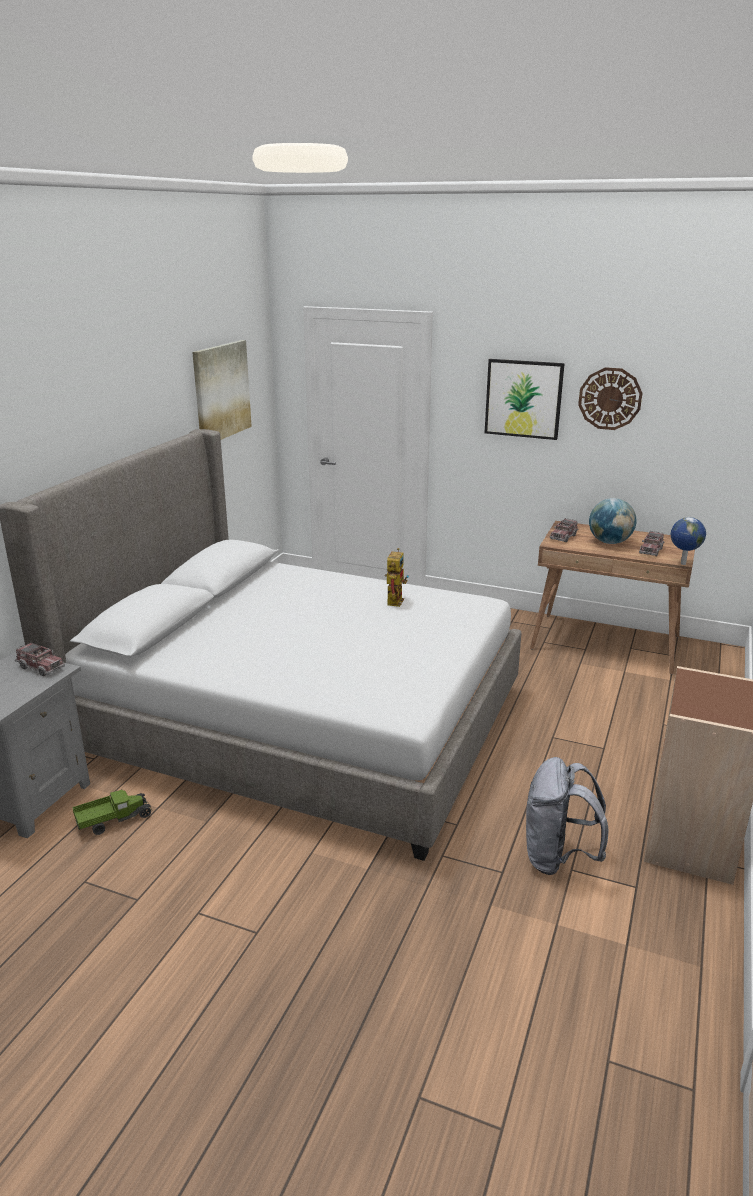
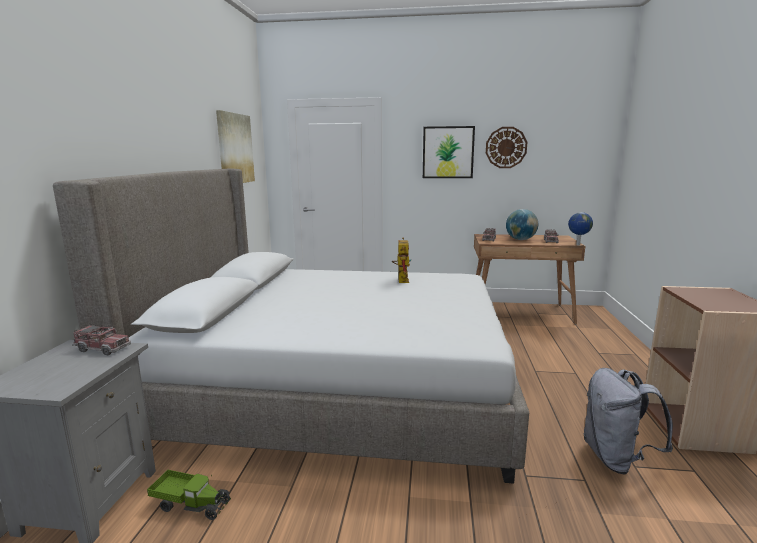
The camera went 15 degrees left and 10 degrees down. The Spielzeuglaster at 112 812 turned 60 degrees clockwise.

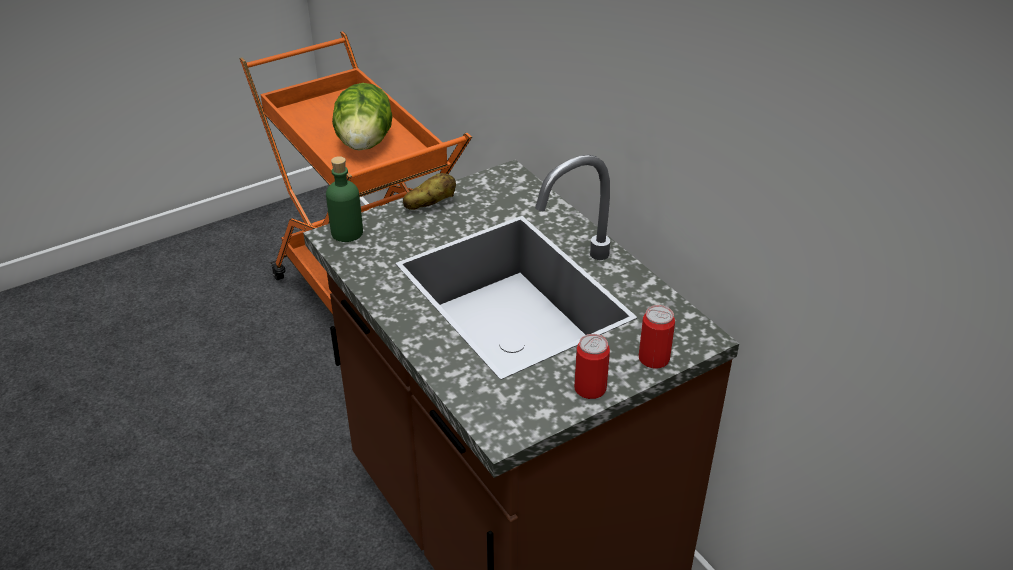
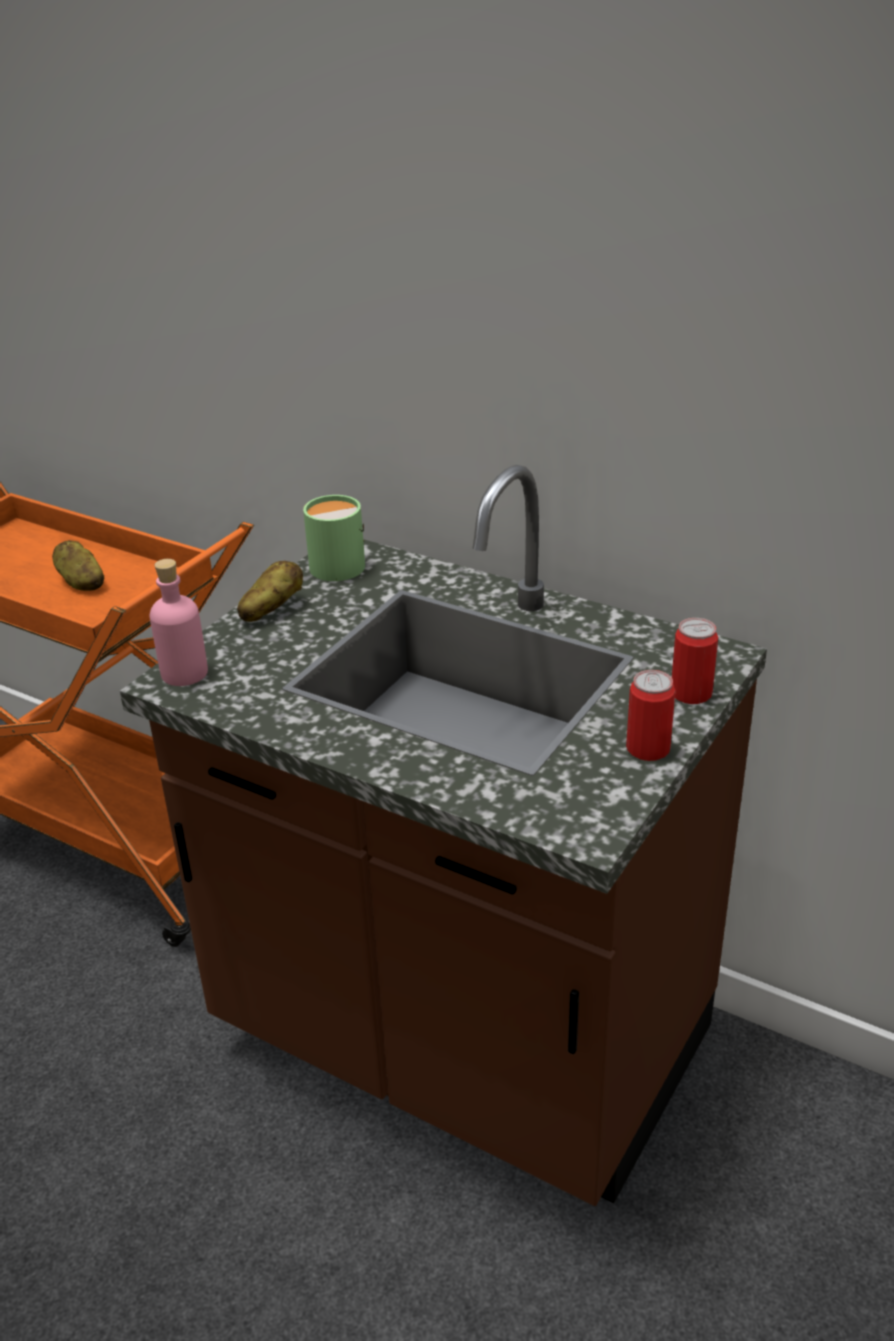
The camera went 25 degrees left and 5 degrees down. The Flasche/grün at 344 199 became the Flasche/rosa at 179 622. The Salatkopf at 362 117 was replaced by the Kartoffel at 78 565. The Henkelbecher/grün at 334 538 appeared.

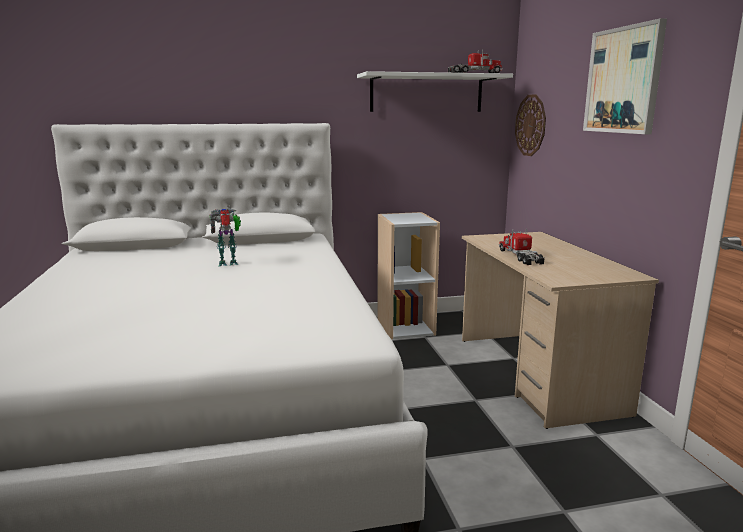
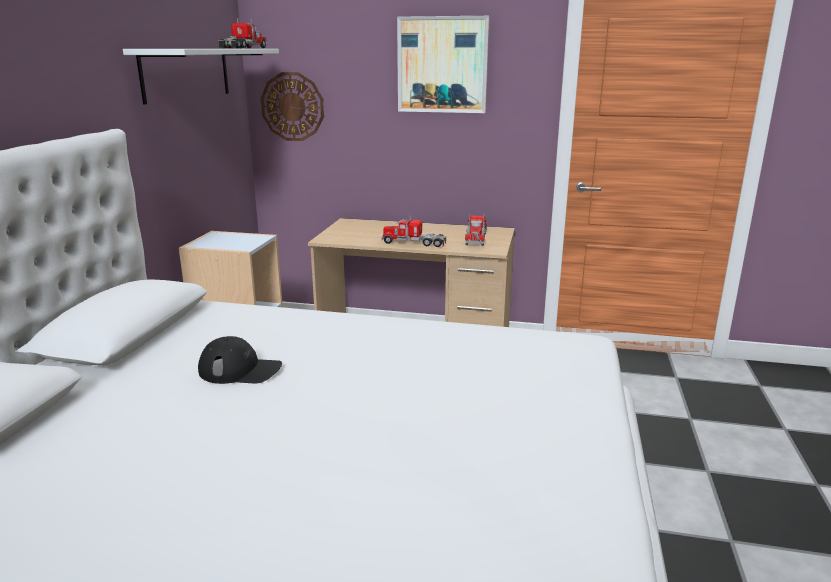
The camera went 65 degrees left and 5 degrees up. The Spielzeugroboter at 225 237 was replaced by the Kappe/schwarz at 240 360. The Spielzeuglaster at 476 230 appeared.

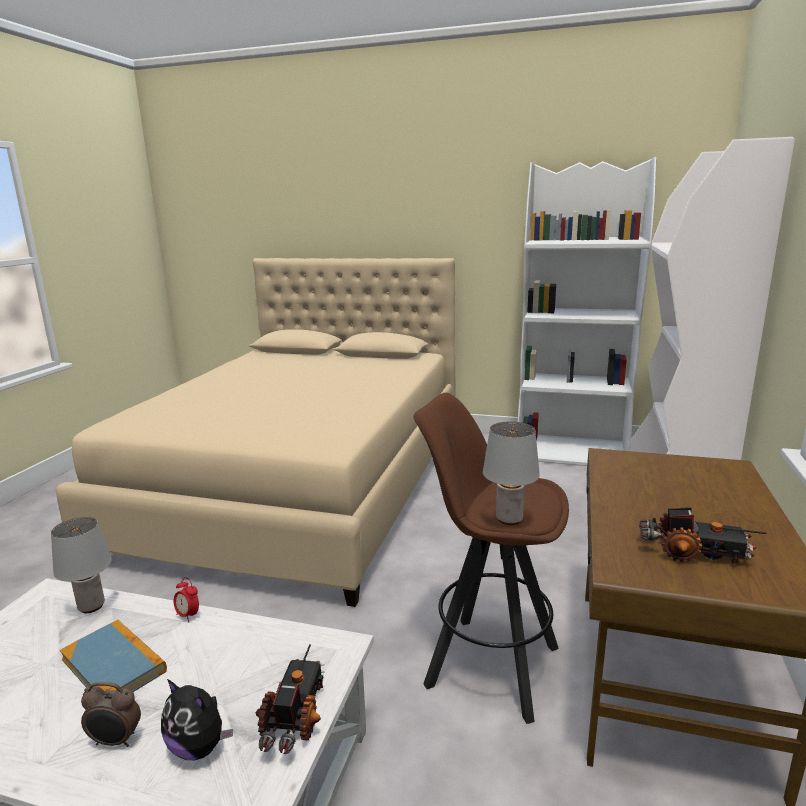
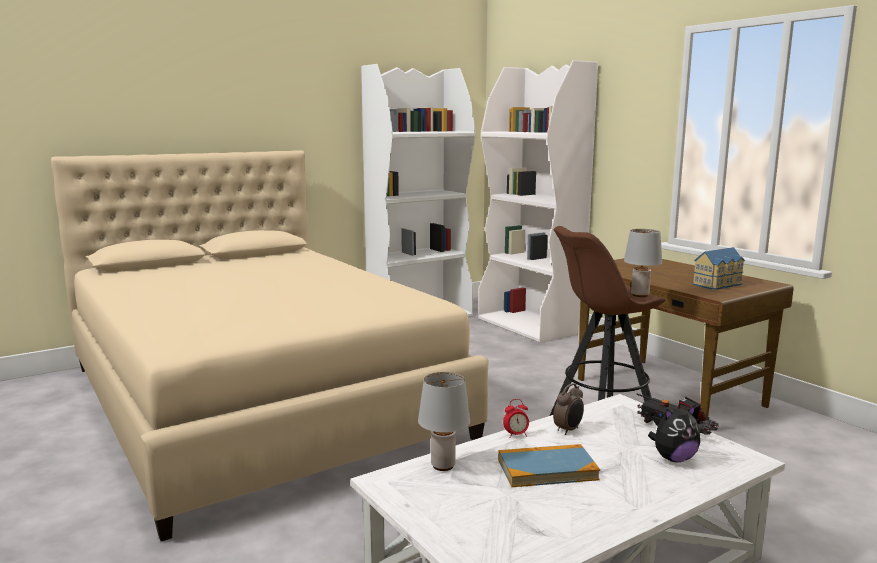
The camera went 50 degrees left and 5 degrees down. The Wecker moved from 111 714 to 568 409. The Spielzeuglaster at 702 535 was replaced by the Spielzeughaus at 718 268.

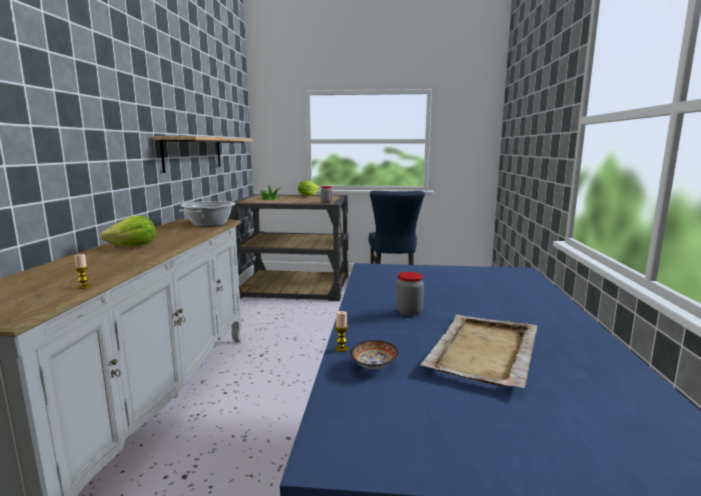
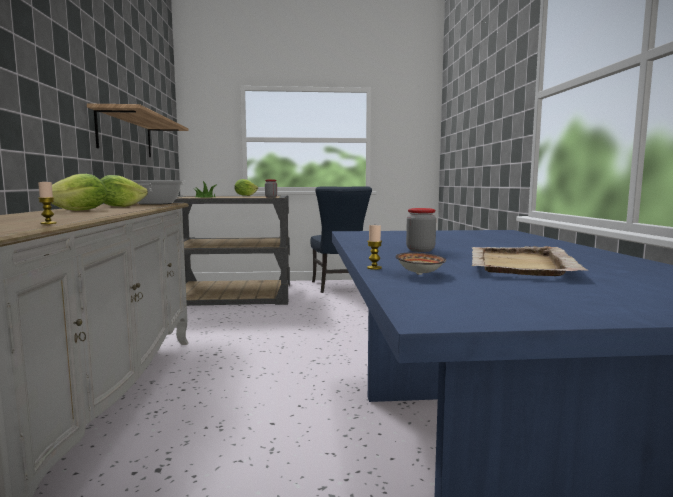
The camera went 10 degrees left and 5 degrees down. The Salatkopf at 124 191 appeared.

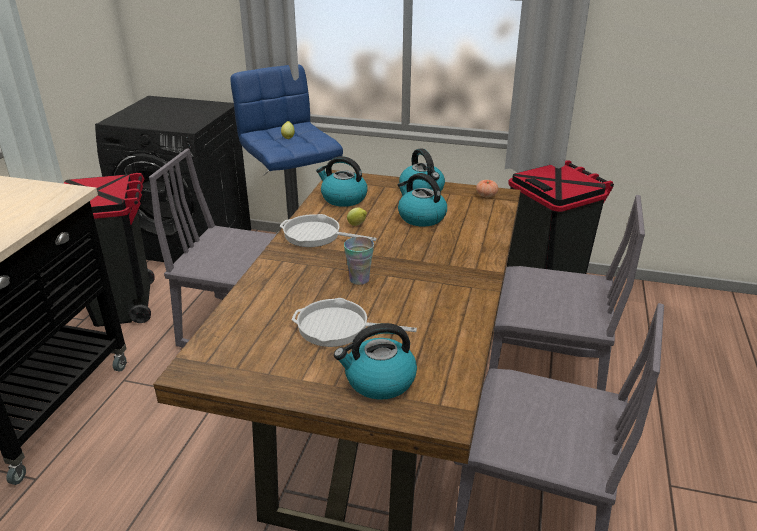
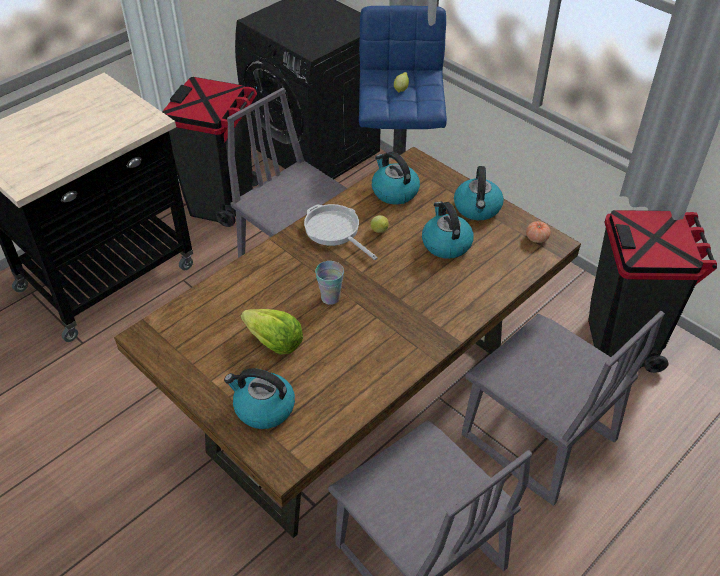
The camera went 30 degrees right and 15 degrees up. The Pfanne at 354 322 was replaced by the Salatkopf at 272 332.

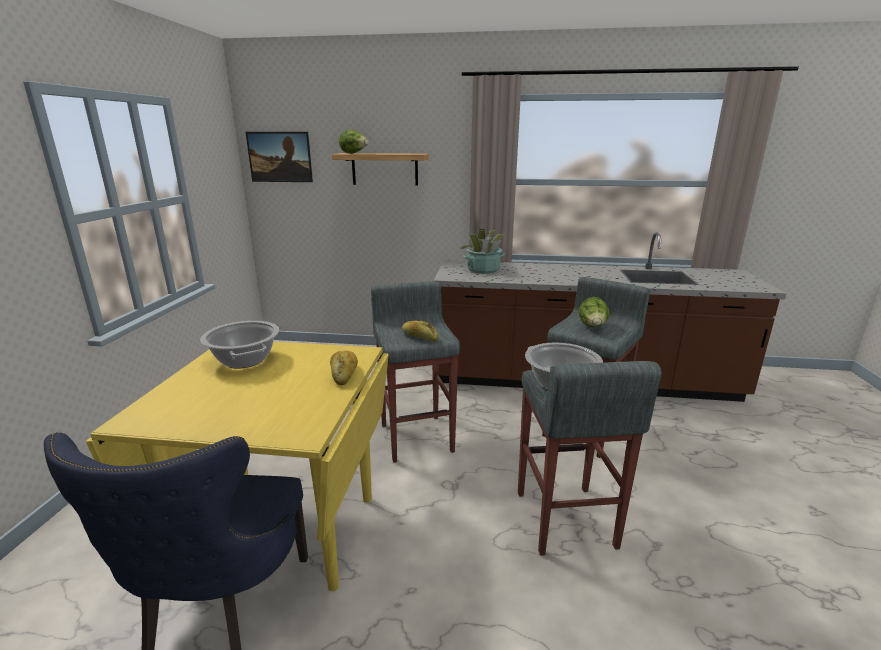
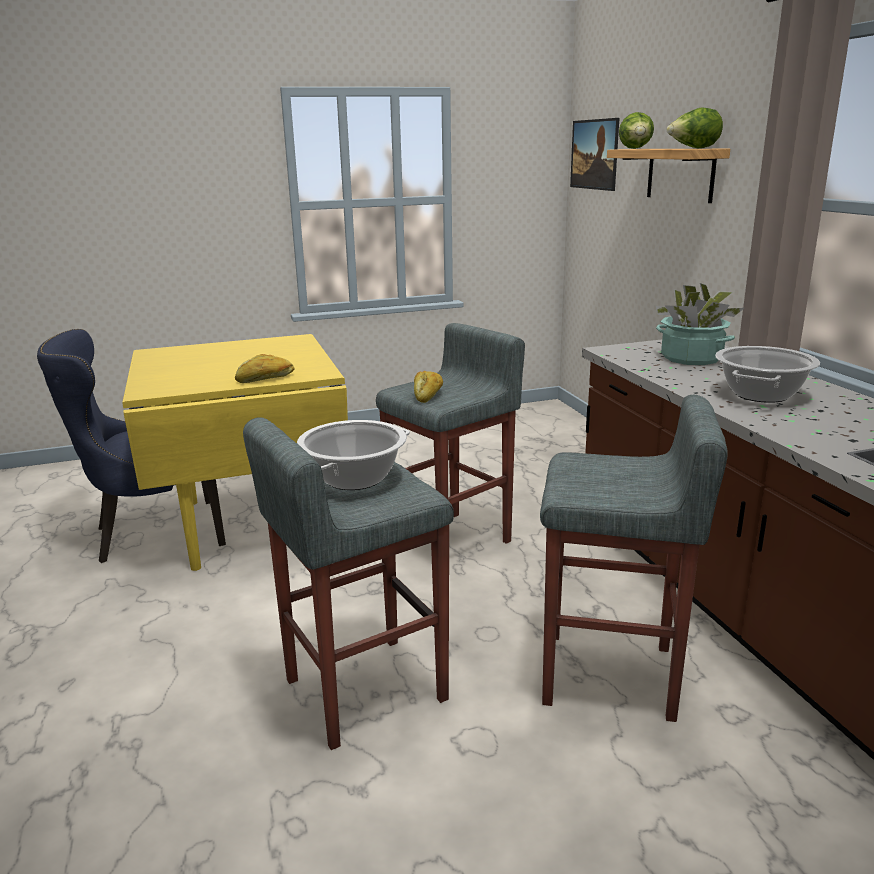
The camera went 65 degrees right and 0 degrees up. The Kochtopf moved from 239 345 to 767 374. The Salatkopf moved from 594 312 to 695 128.

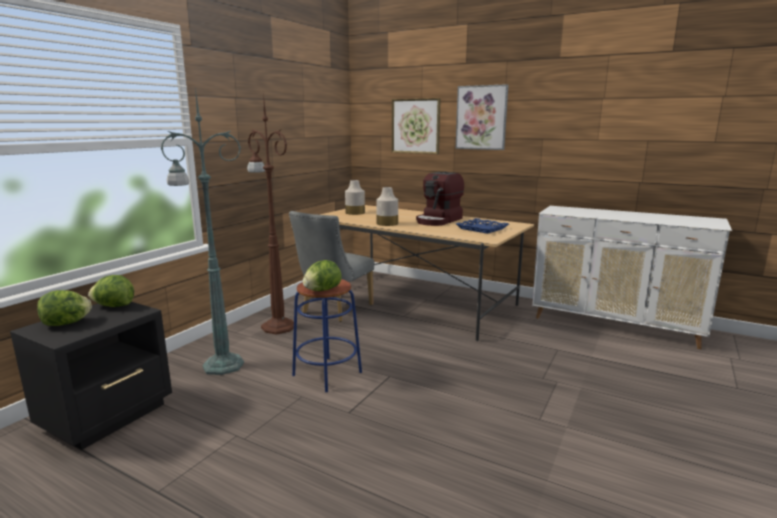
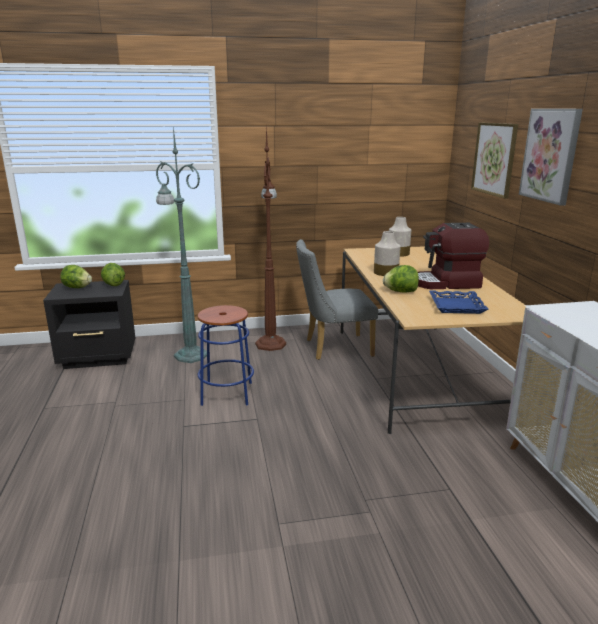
The camera went 50 degrees right and 5 degrees up. The Salatkopf moved from 322 275 to 401 278.

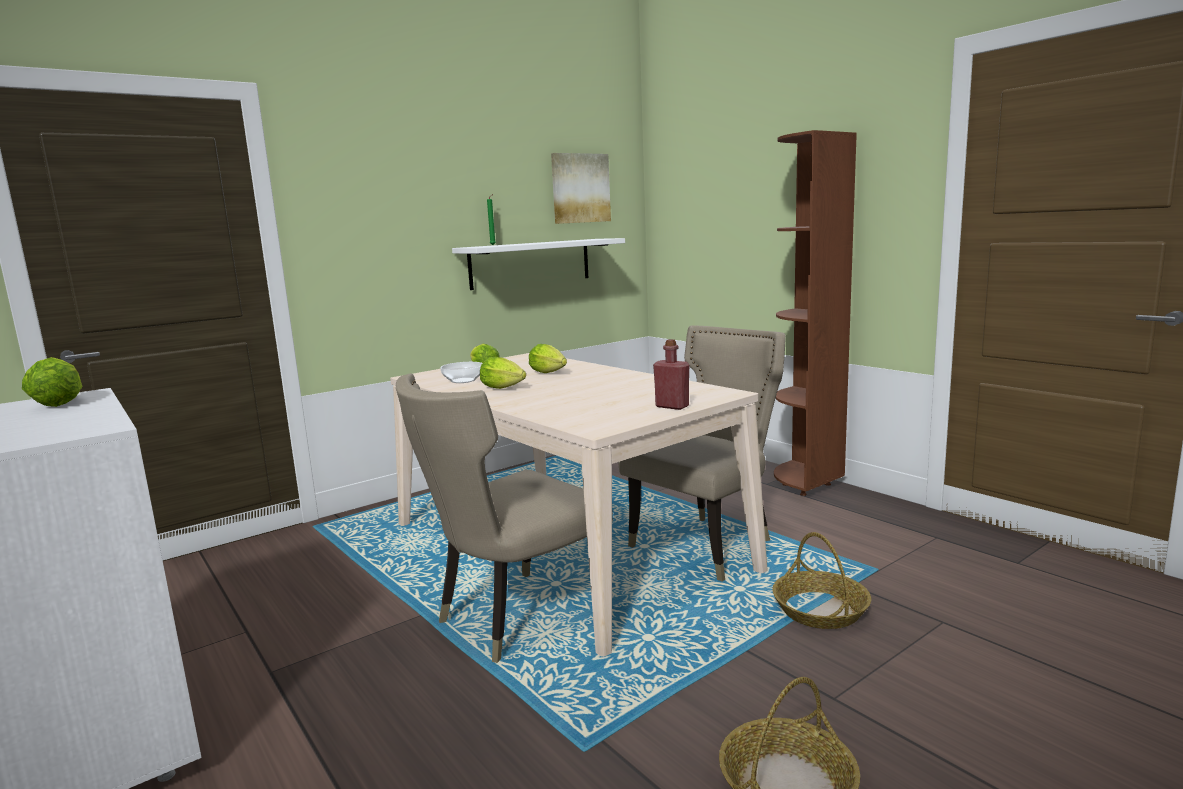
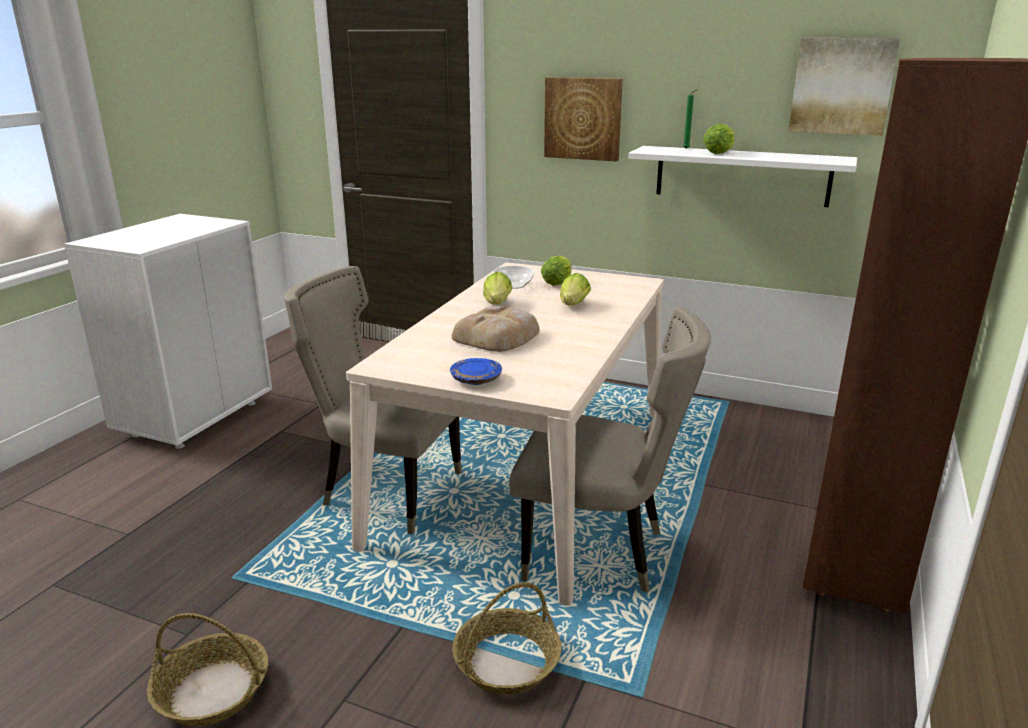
The camera went 60 degrees right and 10 degrees up. The Salatkopf moved from 52 382 to 718 139. The Flasche/rot at 671 374 was replaced by the Teller/blau at 476 371. The Brot at 496 329 appeared. The Bild at 583 119 appeared.

